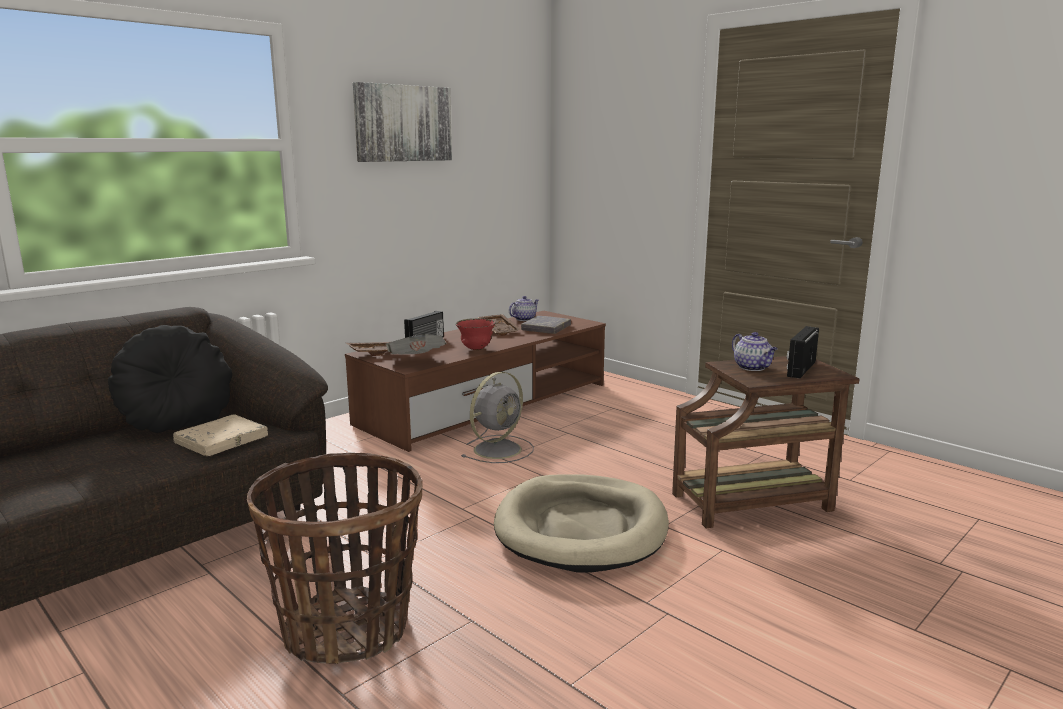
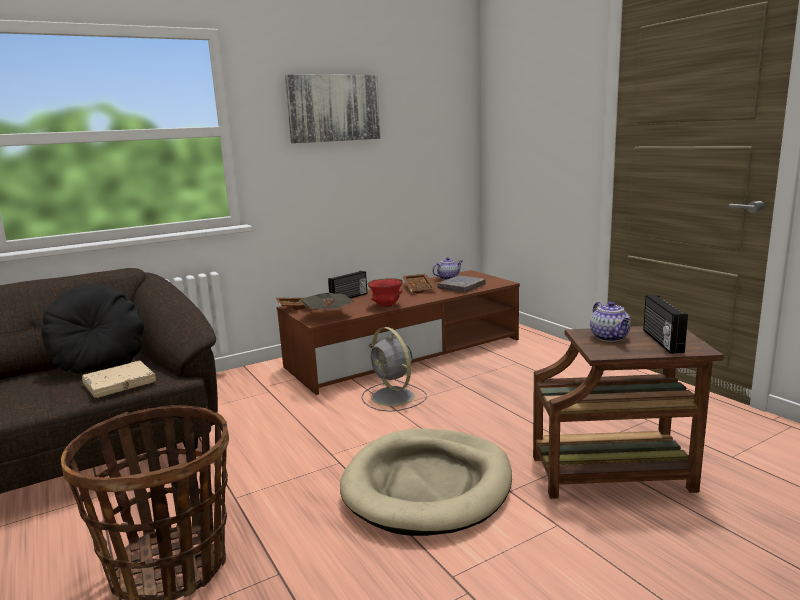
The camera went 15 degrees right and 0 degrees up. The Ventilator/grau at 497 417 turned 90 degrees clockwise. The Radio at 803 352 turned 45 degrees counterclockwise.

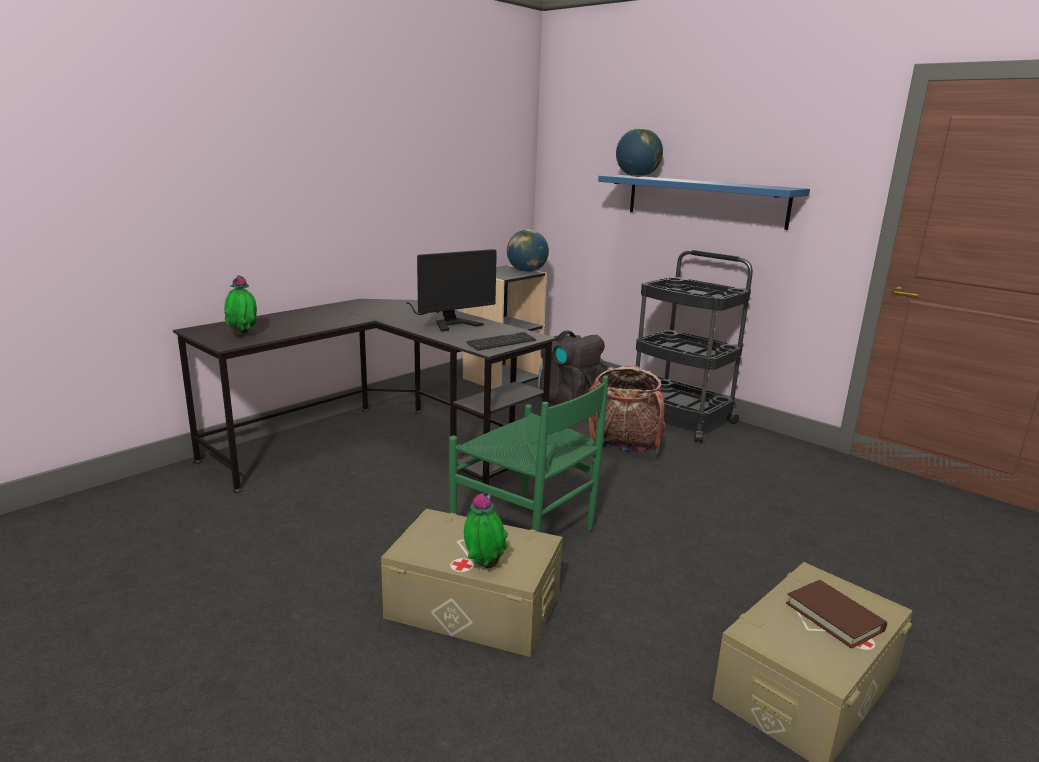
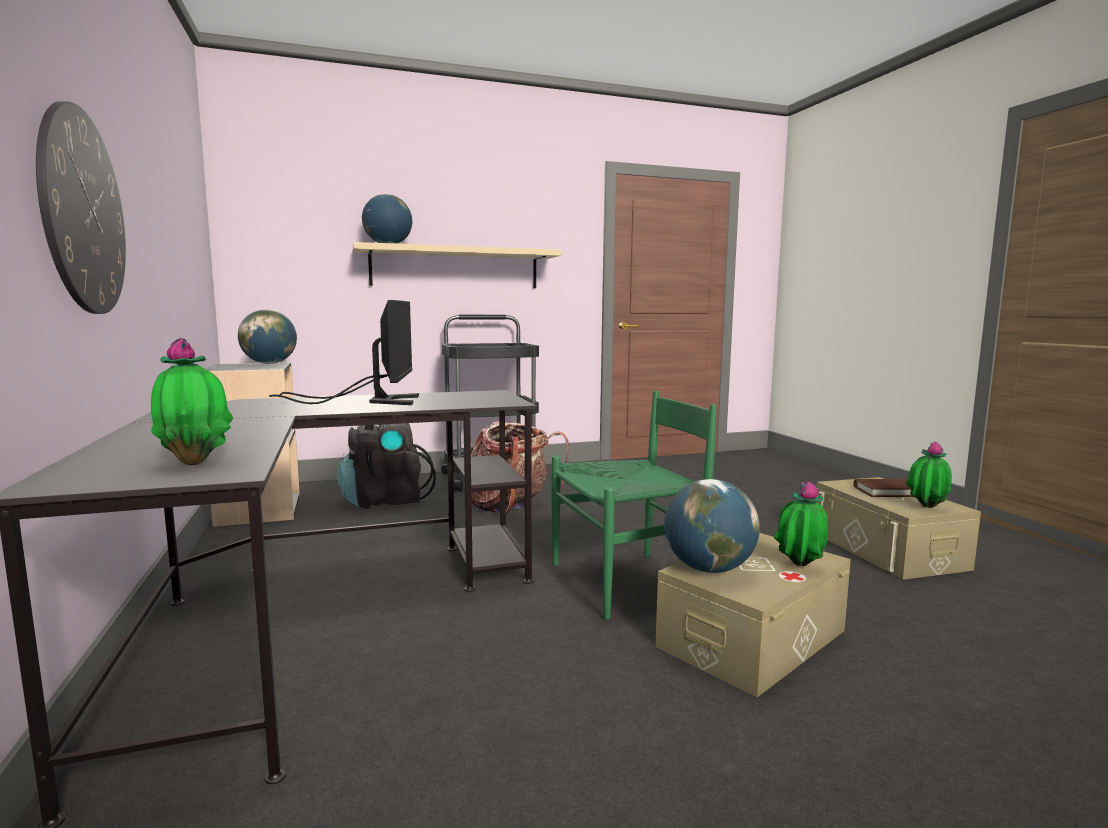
The camera went 60 degrees left and 10 degrees down. The Tastatur at 501 341 disappeared. The Wandregal/blau at 704 202 became the Wandregal/beige at 457 265. The Wanduhr at 81 207 appeared. The Globus at 712 526 appeared. The Topfpflanze at 929 474 appeared.

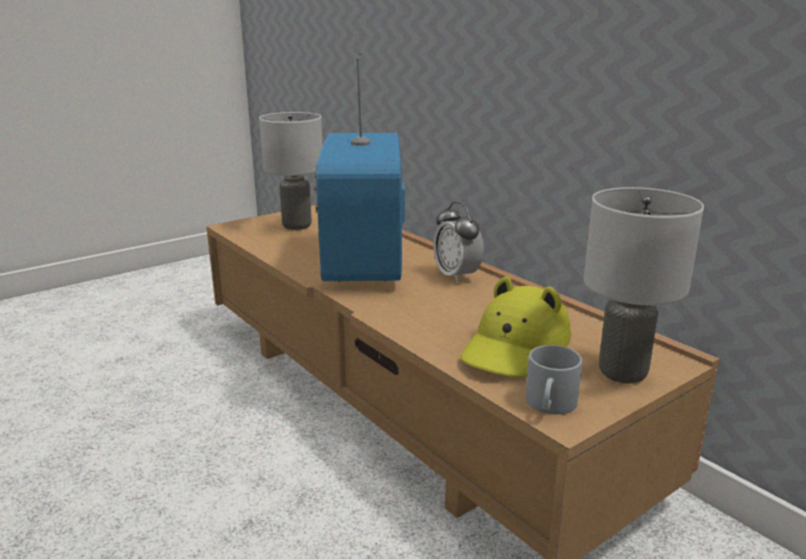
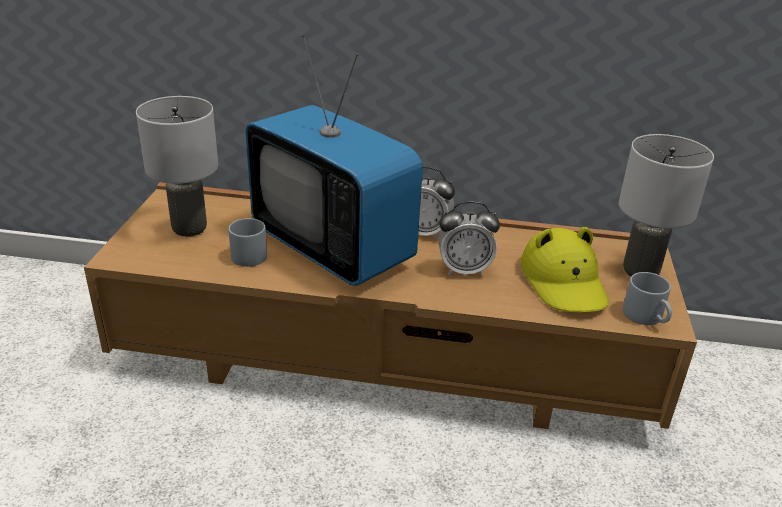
The camera went 45 degrees left and 10 degrees up. The Henkelbecher/grau at 247 242 appeared. The Wecker at 469 238 appeared.

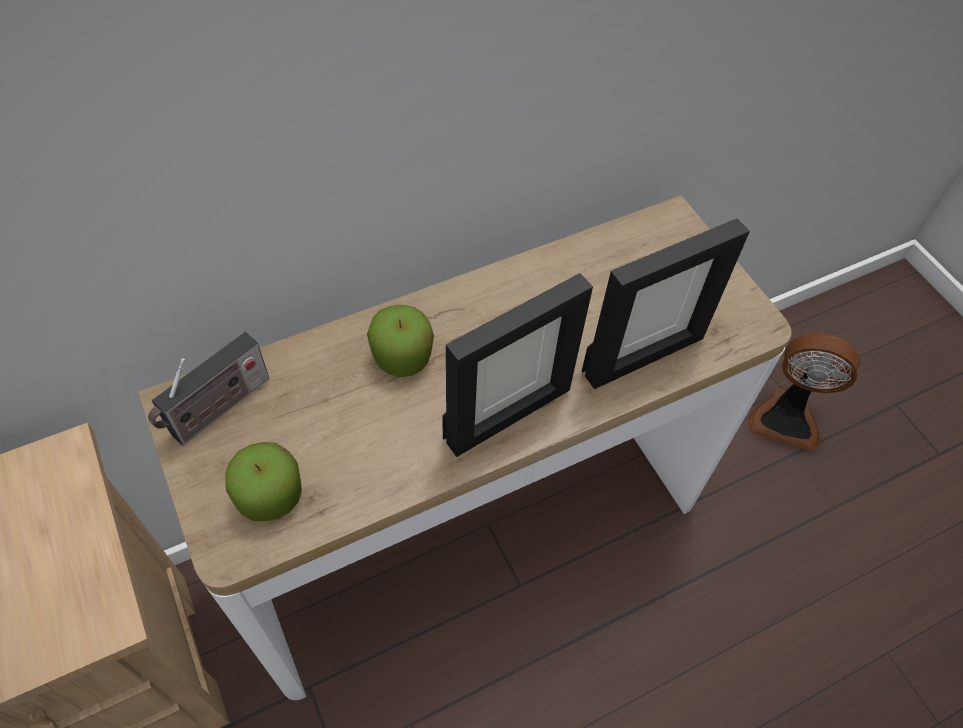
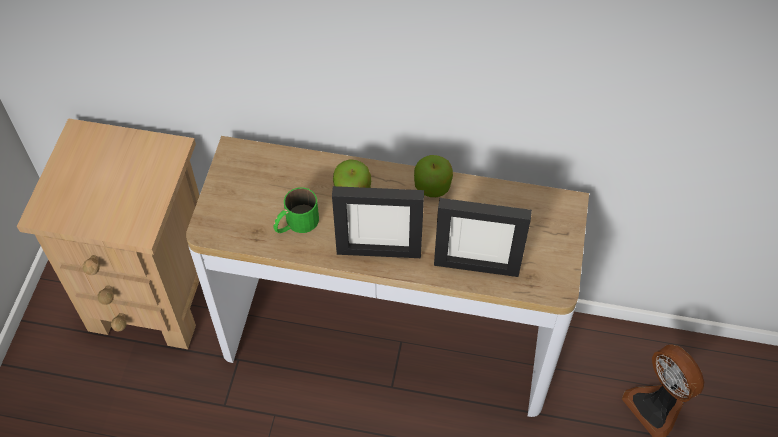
The camera went 40 degrees right and 0 degrees up. The Radio at 208 388 disappeared. The Apfel moved from 263 481 to 433 176. The Henkelbecher/grün at 296 210 appeared.

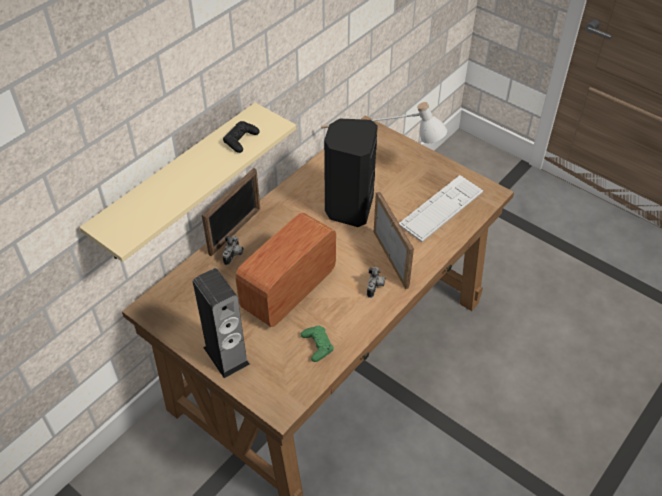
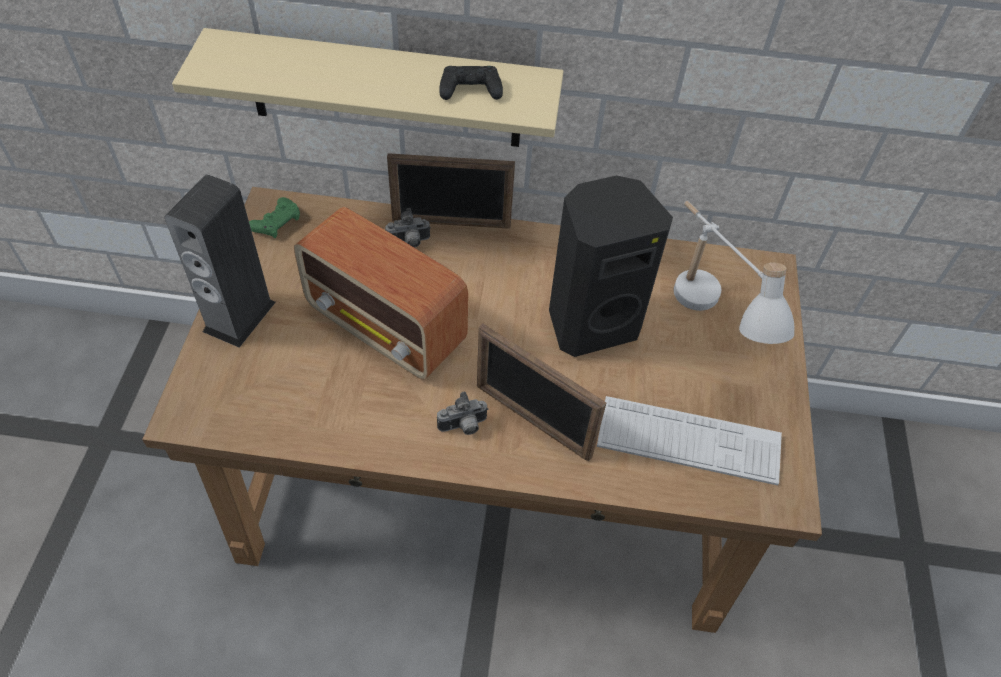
The camera went 55 degrees right and 5 degrees up. The Radio at 285 269 turned 150 degrees counterclockwise. The Gamepad/grün moved from 317 344 to 274 217. The Bilderrahmen at 394 240 turned 90 degrees clockwise.

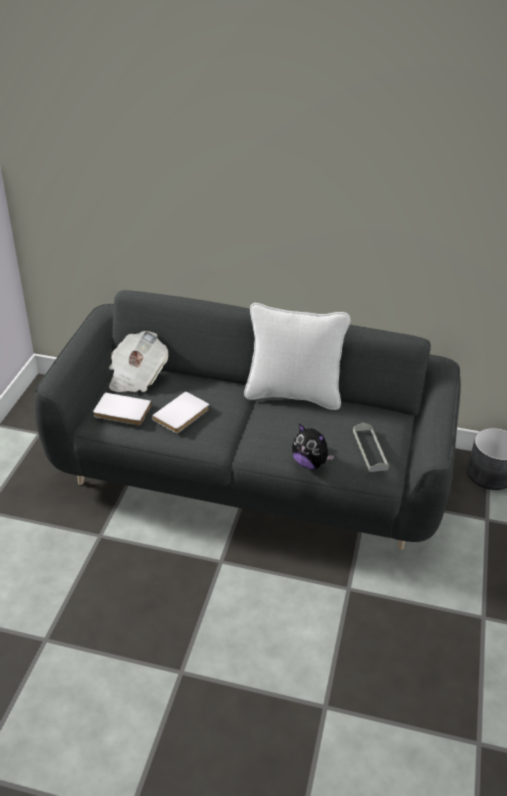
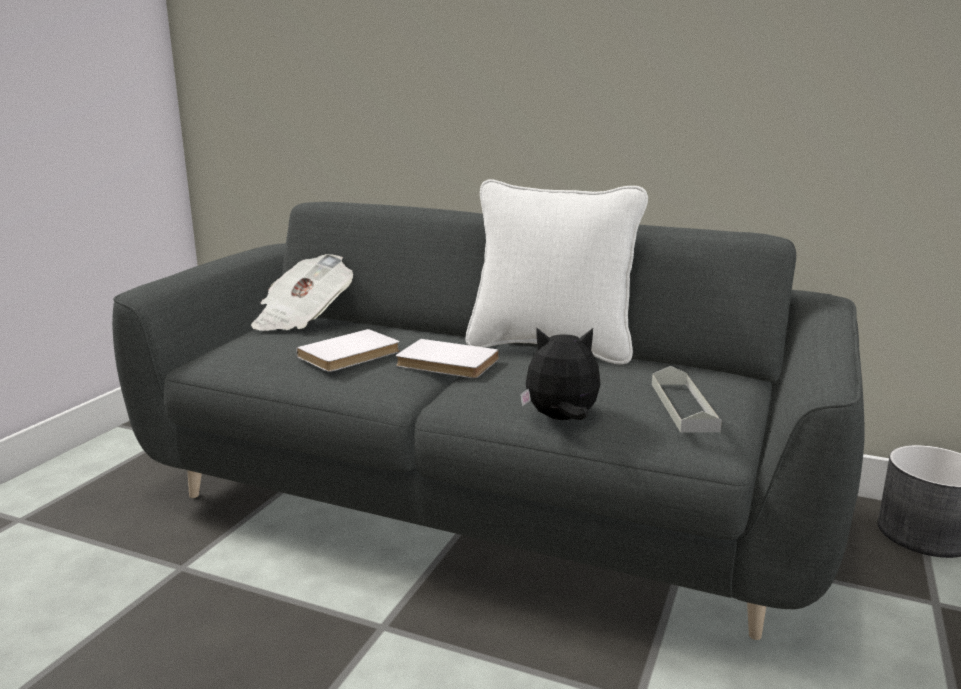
The camera went 10 degrees right and 20 degrees down. The Buch/weiß moved from 122 408 to 447 358. The Plüschtier at 313 446 turned 135 degrees clockwise.

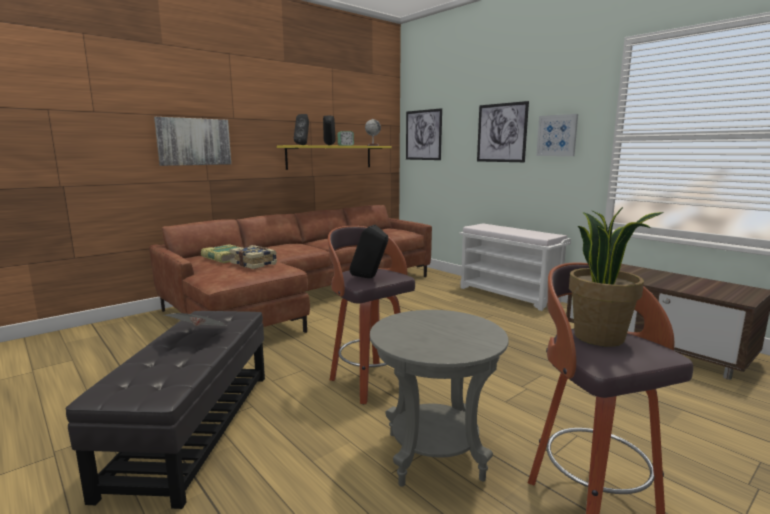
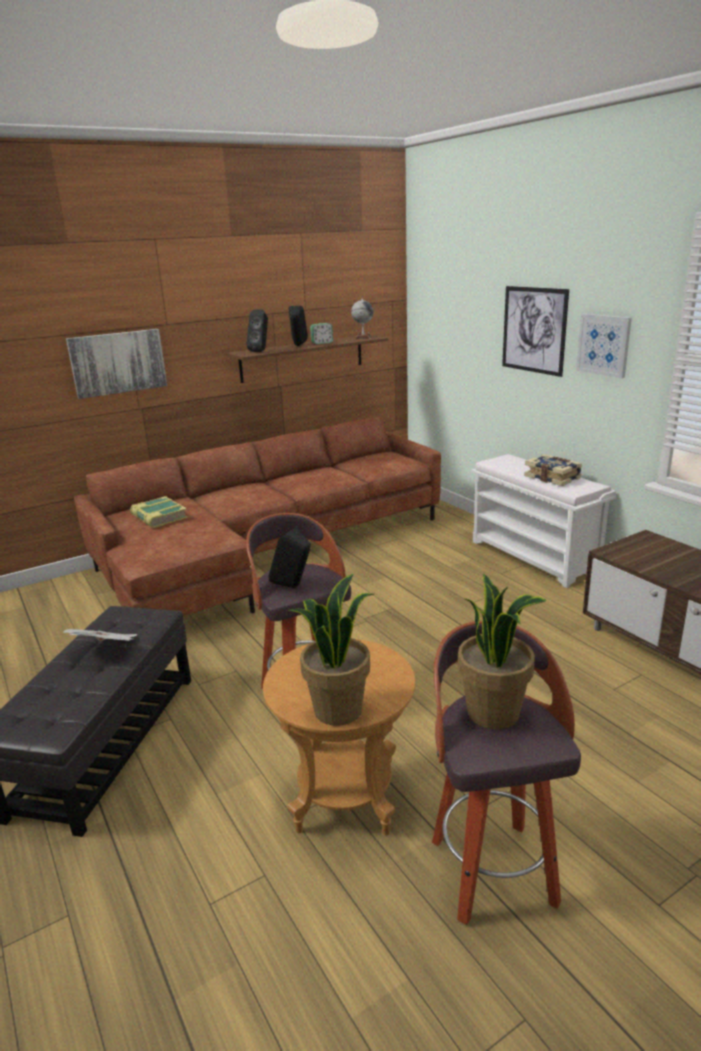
The camera went 10 degrees right and 10 degrees up. The Buch moved from 253 257 to 553 470. The Wandregal/gelb at 334 157 became the Wandregal/braun at 308 359. The Beistelltisch/grau at 439 398 became the Beistelltisch/braun at 339 737. The Bild at 424 134 disappeared. The Topfpflanze at 331 650 appeared.

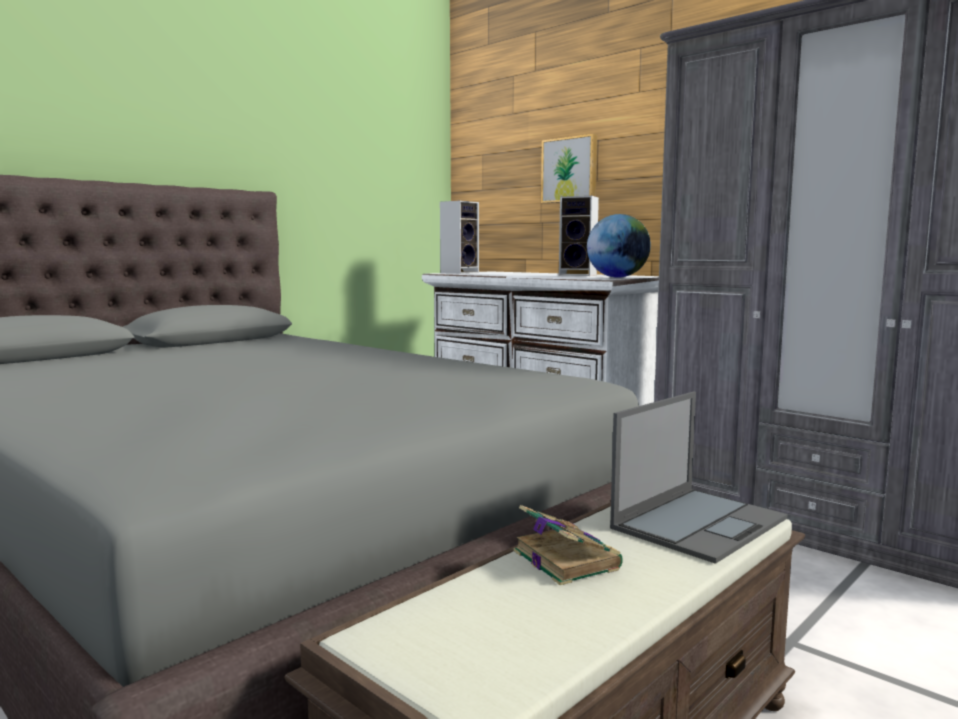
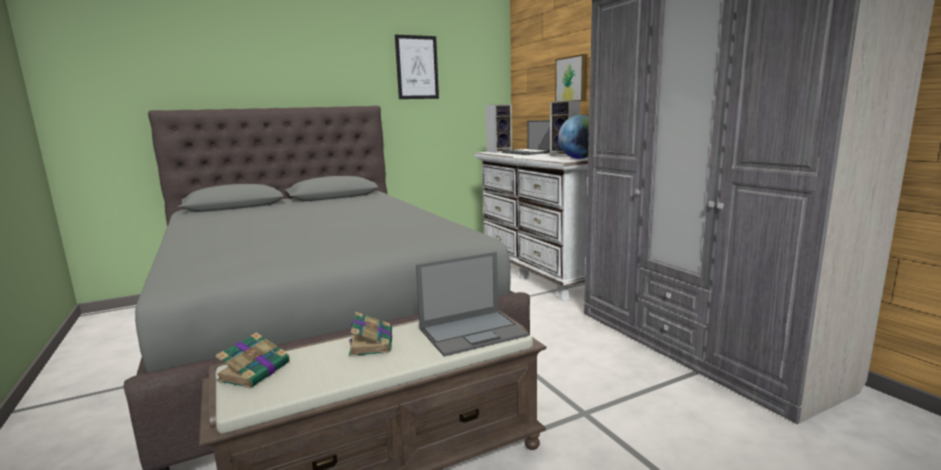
The camera went 20 degrees right and 5 degrees up. The Buch at 252 360 appeared. The Bild at 417 67 appeared. The Laptop at 526 137 appeared.

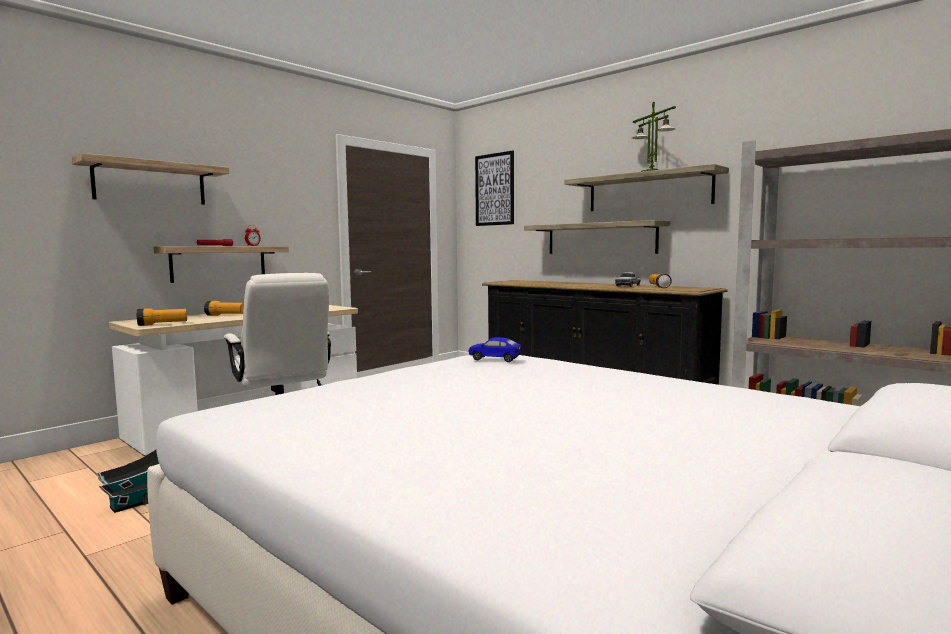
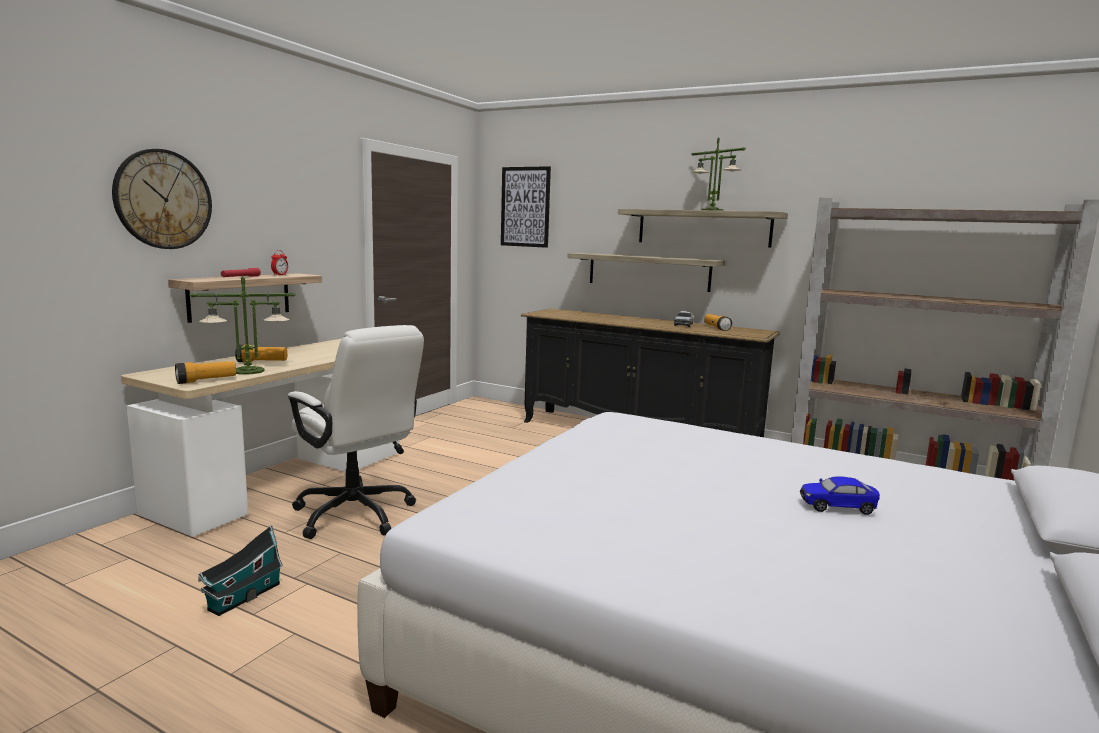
The camera went 15 degrees left and 5 degrees up. The Wandregal at 150 179 was replaced by the Wanduhr at 162 199. The Spielzeugauto moved from 494 349 to 840 495. The Tischlampe at 242 325 appeared.

